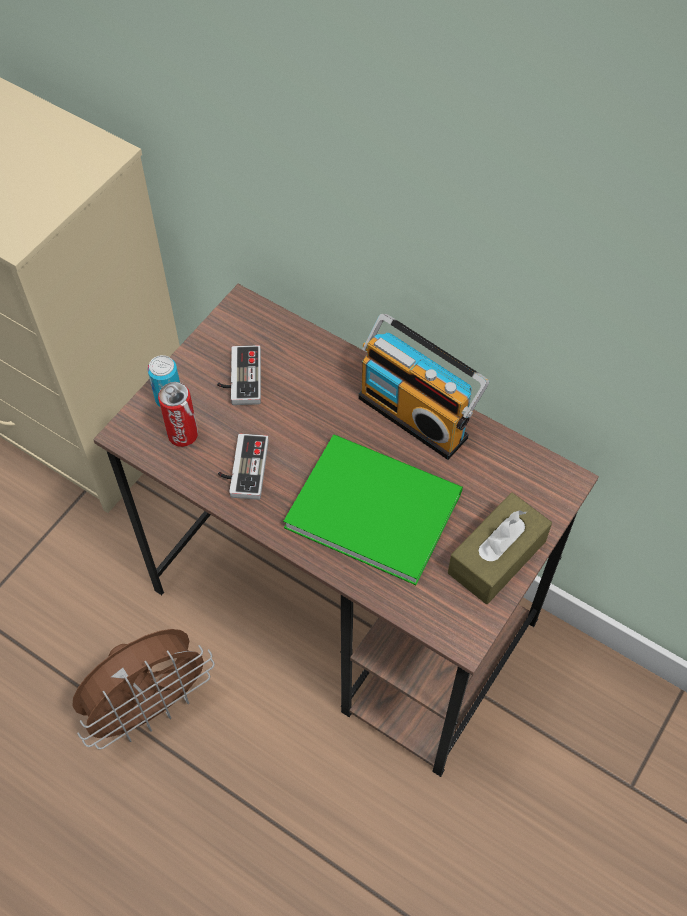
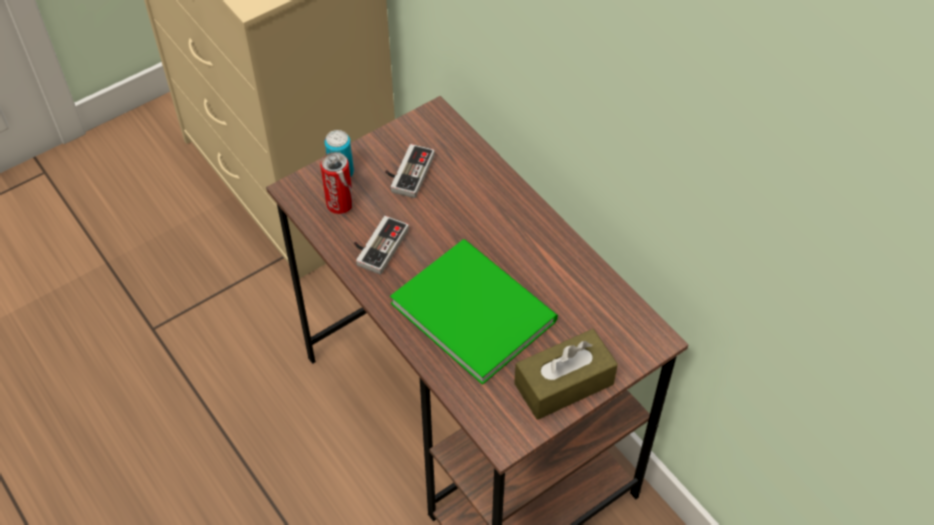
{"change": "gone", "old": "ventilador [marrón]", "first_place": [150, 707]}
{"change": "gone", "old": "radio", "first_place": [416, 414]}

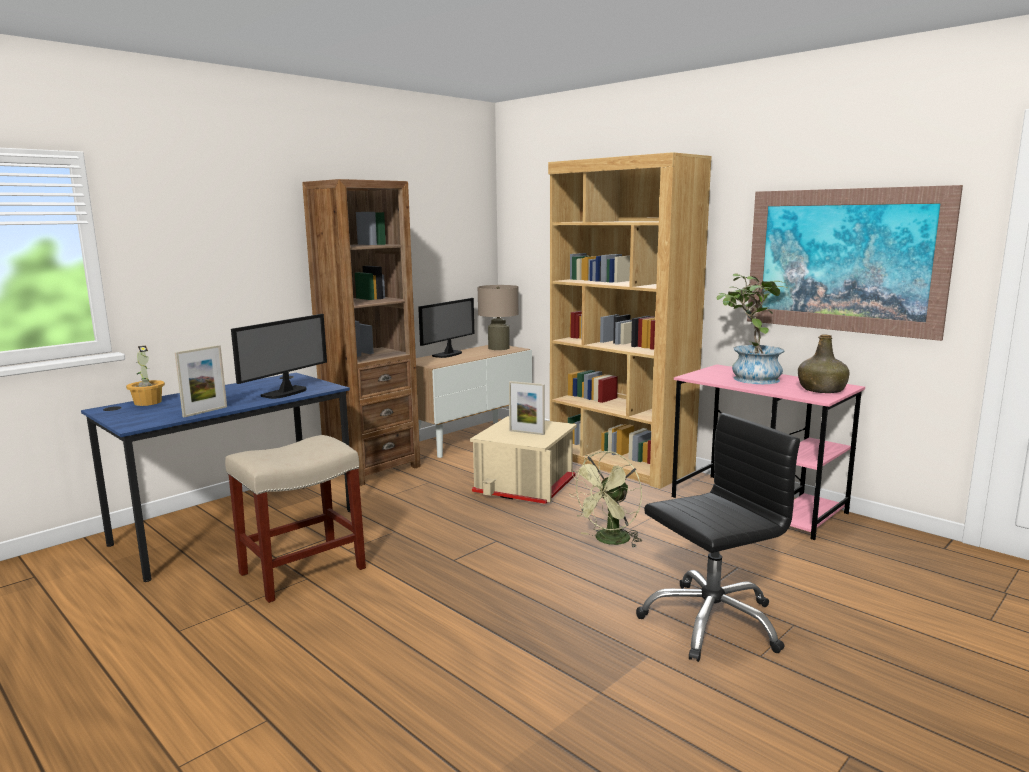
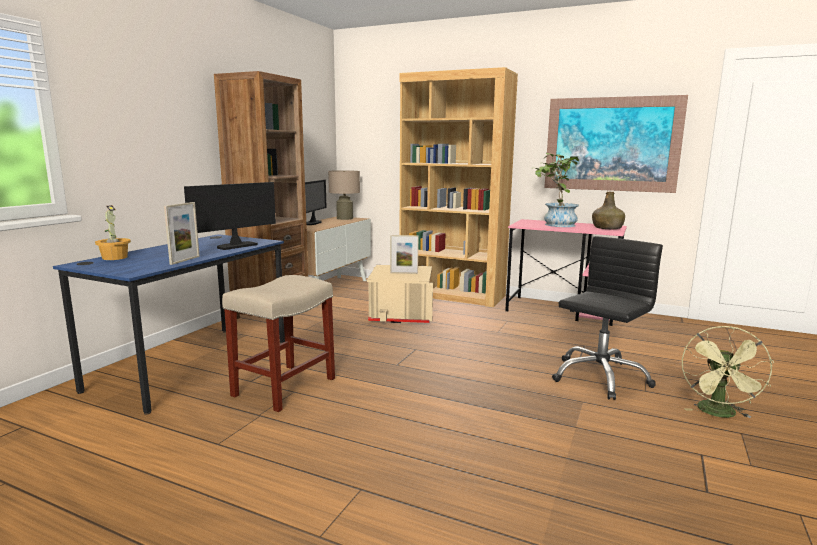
{"change": "rotated", "old": "monitor", "first_place": [286, 393], "second_place": [236, 246], "degrees": -150}
{"change": "shifted", "old": "ventilador [verde]", "first_place": [609, 541], "second_place": [719, 414]}

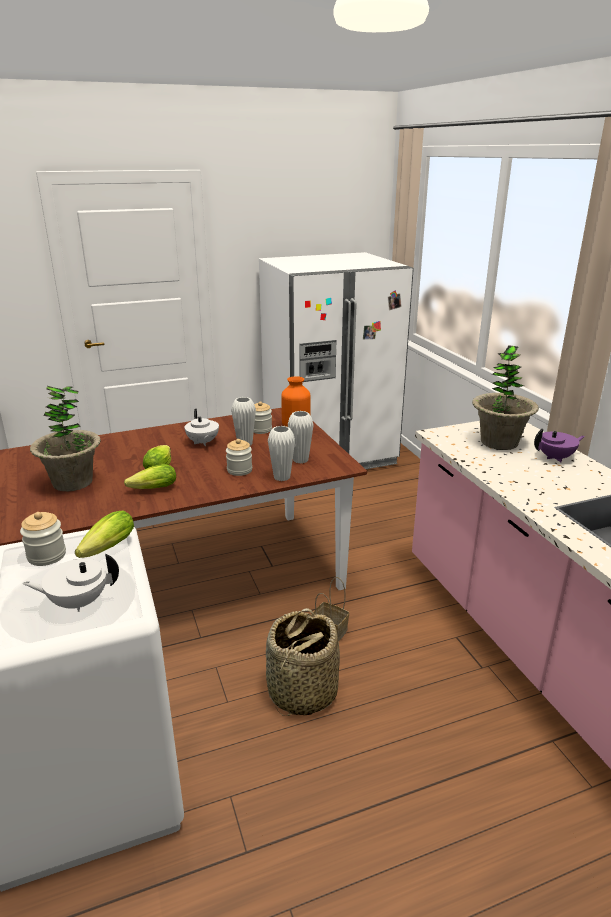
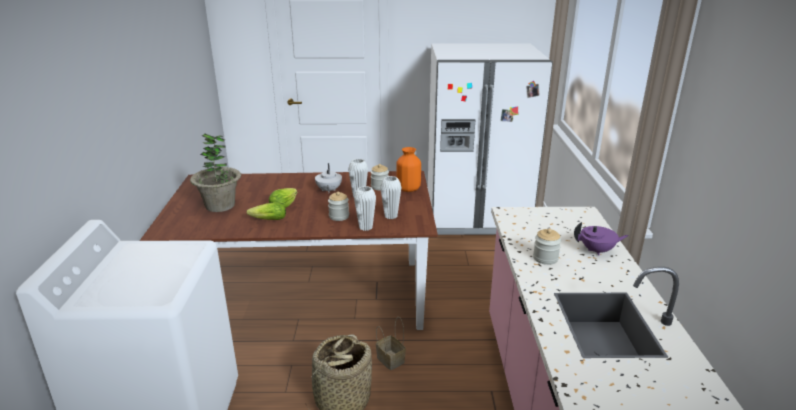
{"change": "shifted", "old": "tarro", "first_place": [47, 555], "second_place": [545, 258]}
{"change": "gone", "old": "tetera [blanco]", "first_place": [78, 602]}
{"change": "gone", "old": "lechuga", "first_place": [105, 550]}
{"change": "gone", "old": "planta en maceta", "first_place": [499, 442]}

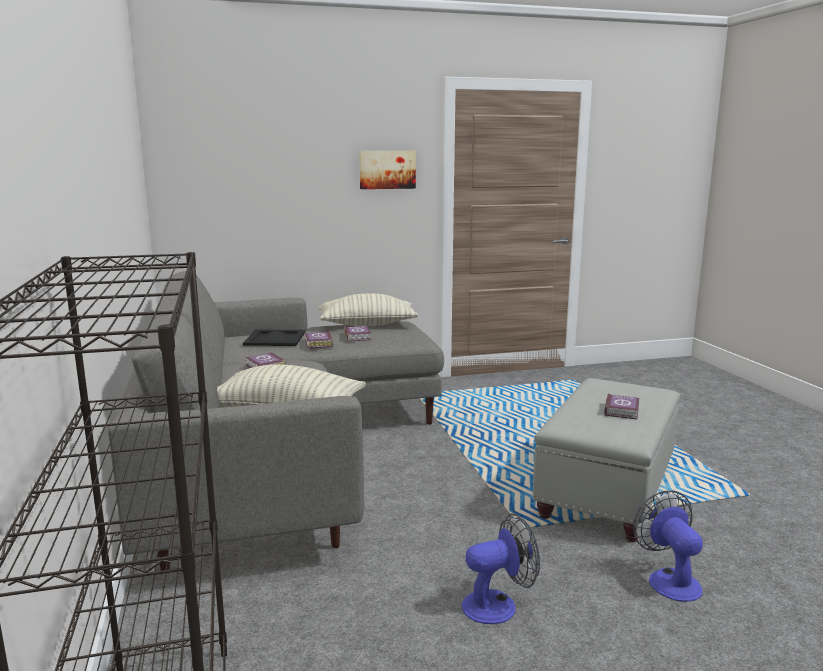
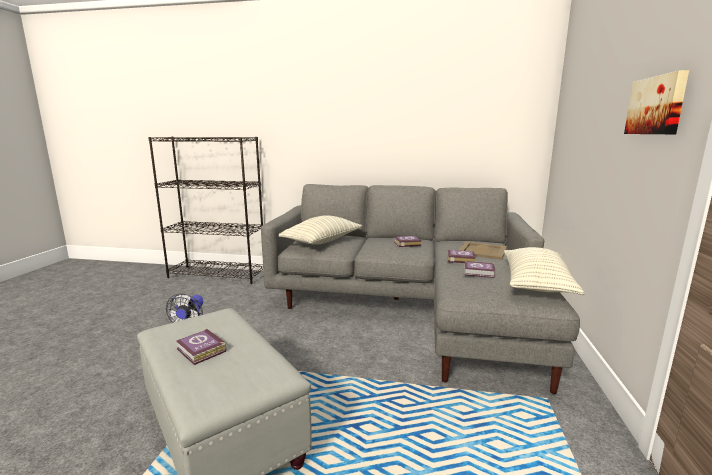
{"change": "repainted", "old": "bandeja [negro]", "new": "bandeja [beis]", "first_place": [274, 338], "second_place": [482, 250]}
{"change": "gone", "old": "ventilador", "first_place": [669, 579]}

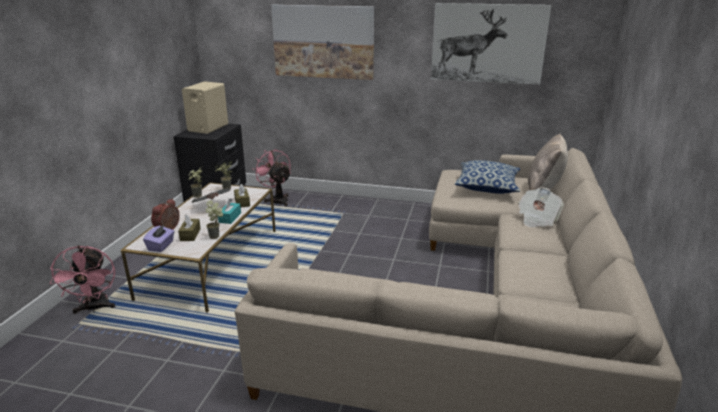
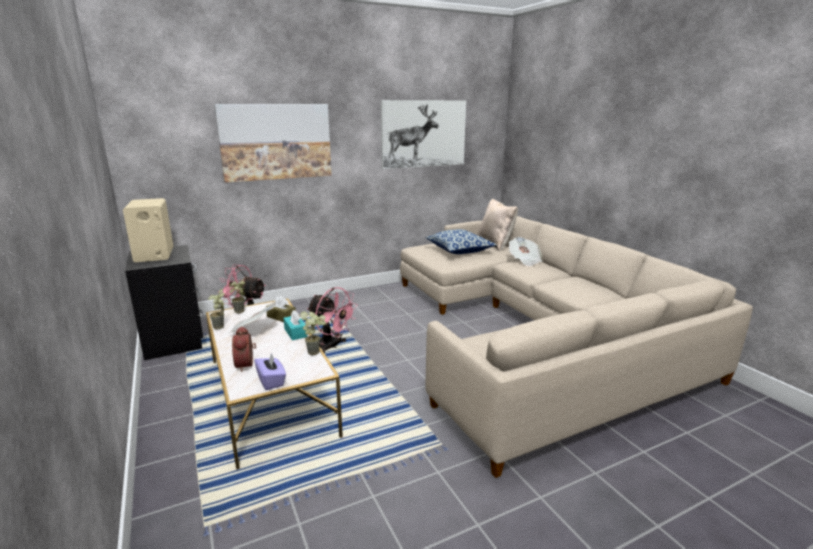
{"change": "shifted", "old": "ventilador [rosa]", "first_place": [95, 308], "second_place": [332, 346]}
{"change": "gone", "old": "caja de pañuelos [marrón]", "first_place": [190, 234]}

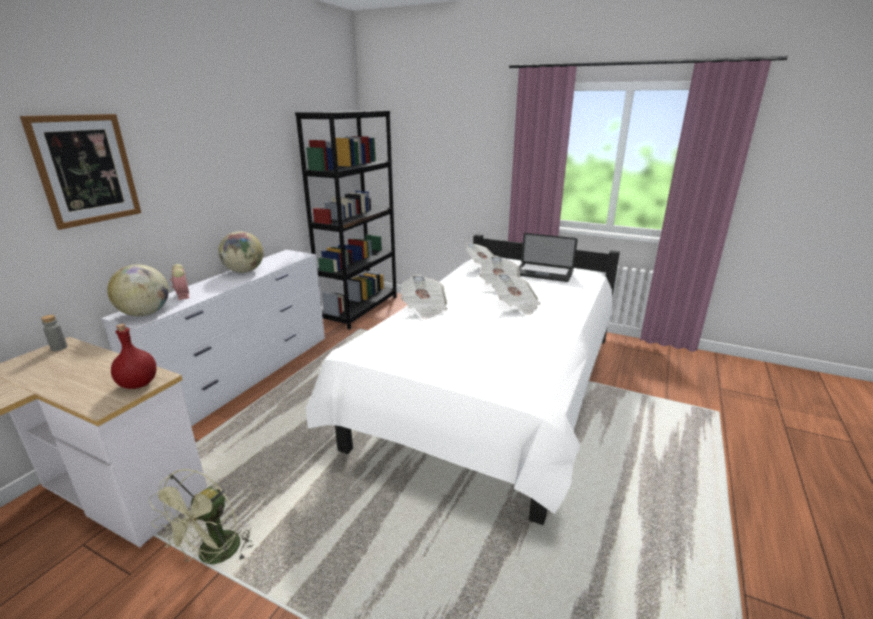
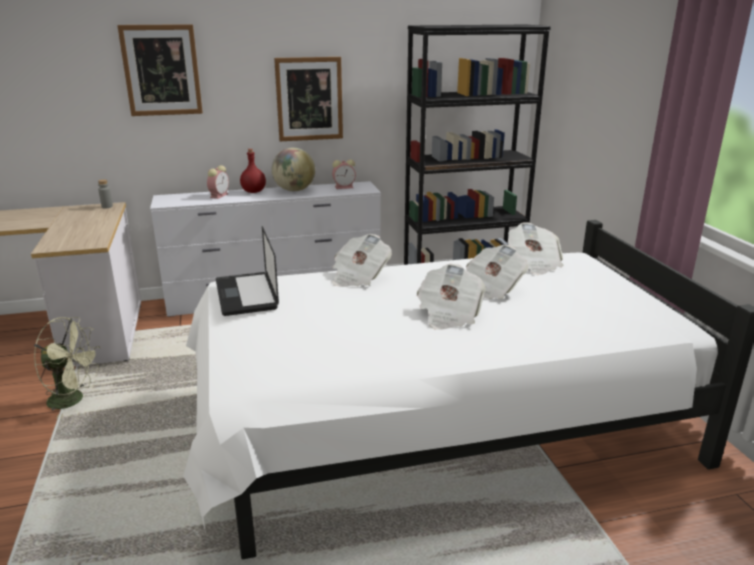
{"change": "rotated", "old": "ventilador [verde]", "first_place": [214, 556], "second_place": [73, 400], "degrees": -150}
{"change": "shifted", "old": "portátil", "first_place": [543, 273], "second_place": [246, 295]}
{"change": "shifted", "old": "botella [rojo]", "first_place": [138, 384], "second_place": [253, 191]}
{"change": "new", "new": "cuadro", "second_place": [309, 99]}
{"change": "new", "new": "despertador", "second_place": [345, 187]}
{"change": "gone", "old": "globo terráqueo", "first_place": [145, 313]}

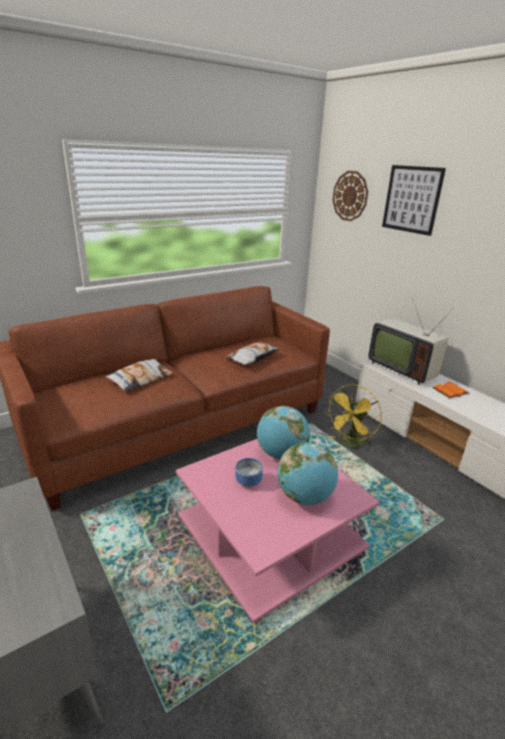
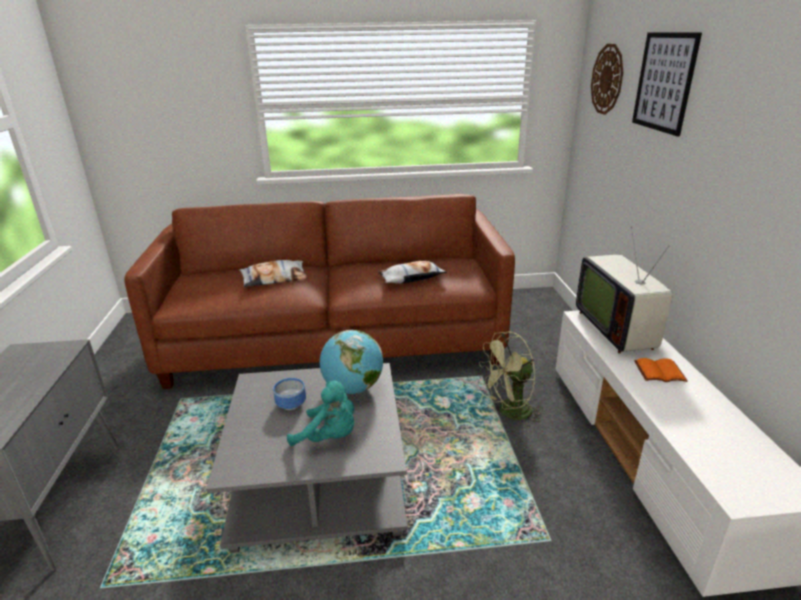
{"change": "repainted", "old": "mesa de centro [rosa]", "new": "mesa de centro [gris]", "first_place": [270, 537], "second_place": [321, 480]}
{"change": "swapped", "old": "globo terráqueo", "new": "peluche [turquesa]", "first_place": [305, 496], "second_place": [329, 437]}
{"change": "repainted", "old": "ventilador [amarillo]", "new": "ventilador [verde]", "first_place": [350, 444], "second_place": [509, 413]}

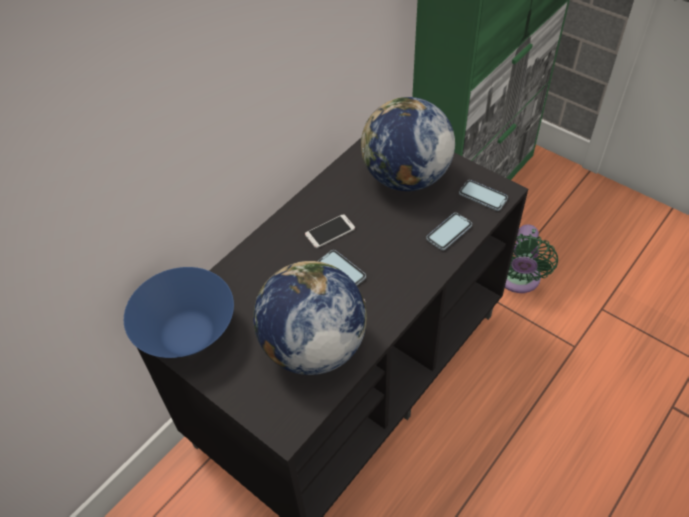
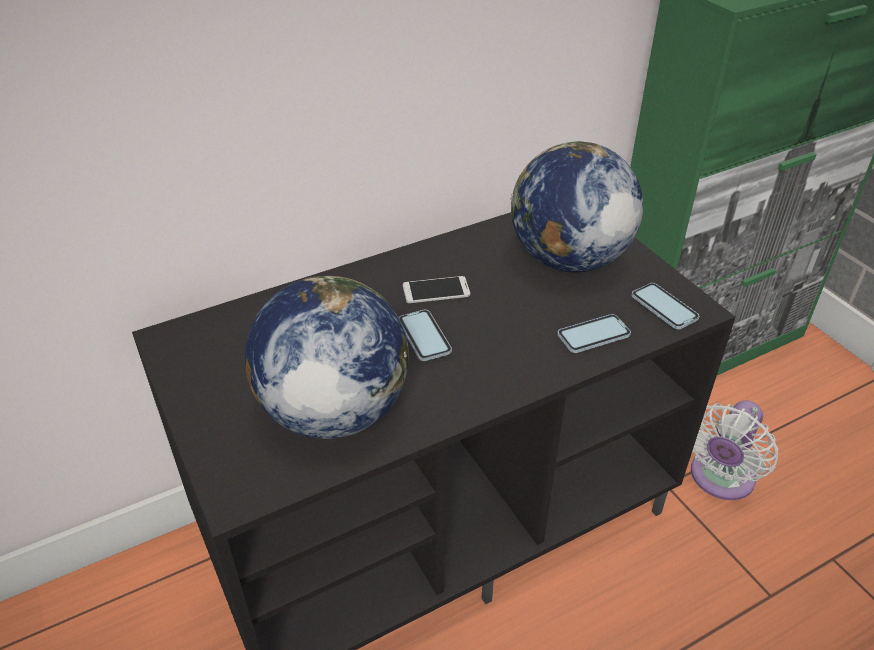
{"change": "repainted", "old": "ventilador [verde]", "new": "ventilador [blanco]", "first_place": [517, 279], "second_place": [719, 479]}
{"change": "gone", "old": "cuenco [azul]", "first_place": [188, 334]}

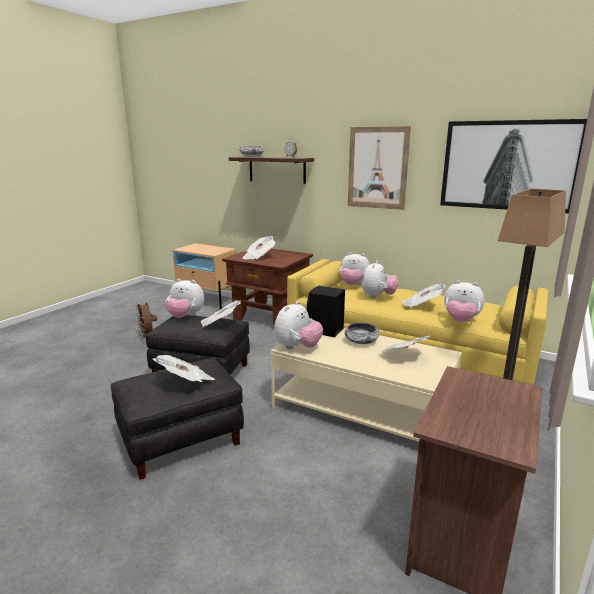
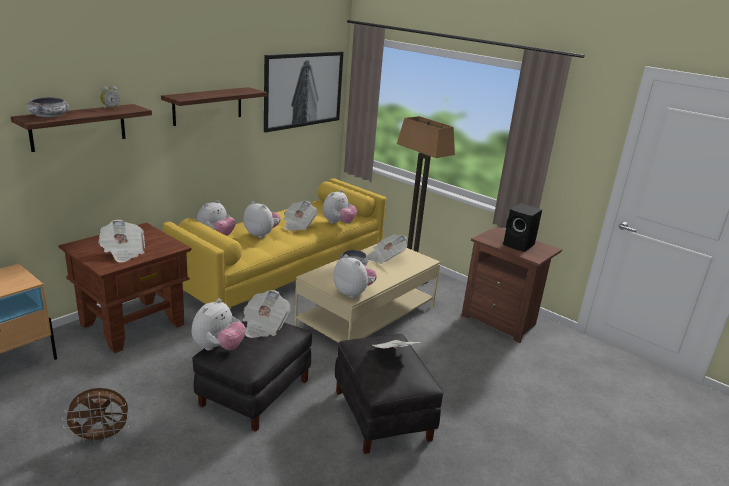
{"change": "swapped", "old": "cuadro", "new": "estante", "first_place": [377, 168], "second_place": [208, 106]}
{"change": "shifted", "old": "altavoz [negro]", "first_place": [325, 331], "second_place": [519, 245]}

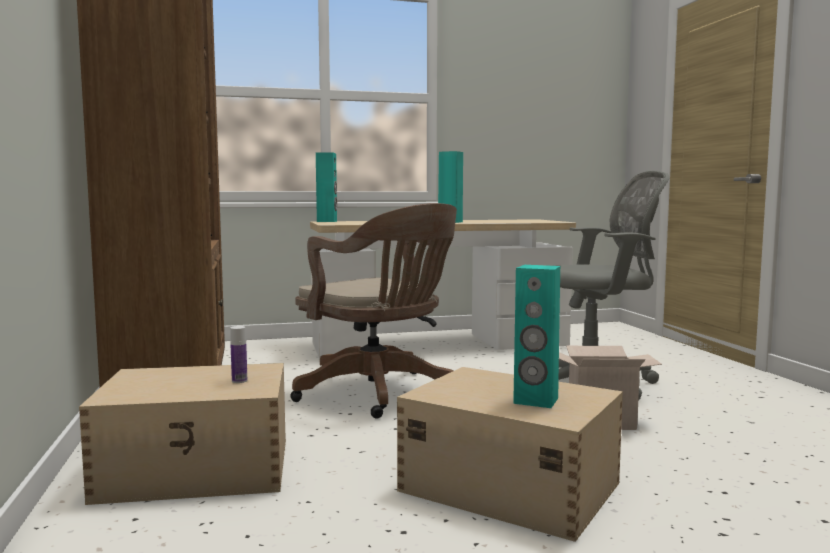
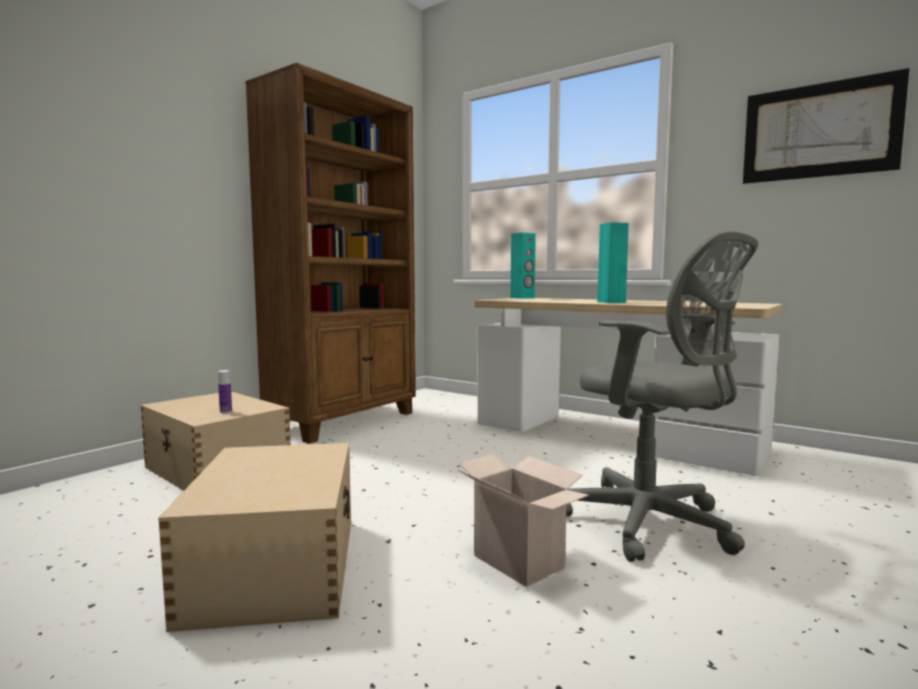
{"change": "new", "new": "cuadro", "second_place": [819, 130]}
{"change": "gone", "old": "silla de oficina [marrón]", "first_place": [380, 394]}
{"change": "gone", "old": "altavoz [turquesa]", "first_place": [535, 401]}

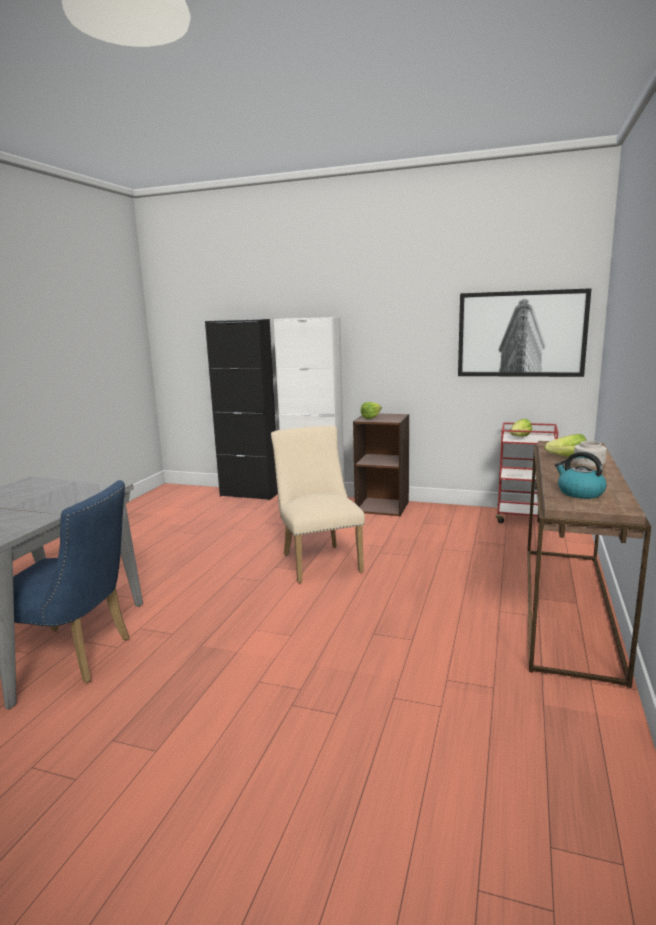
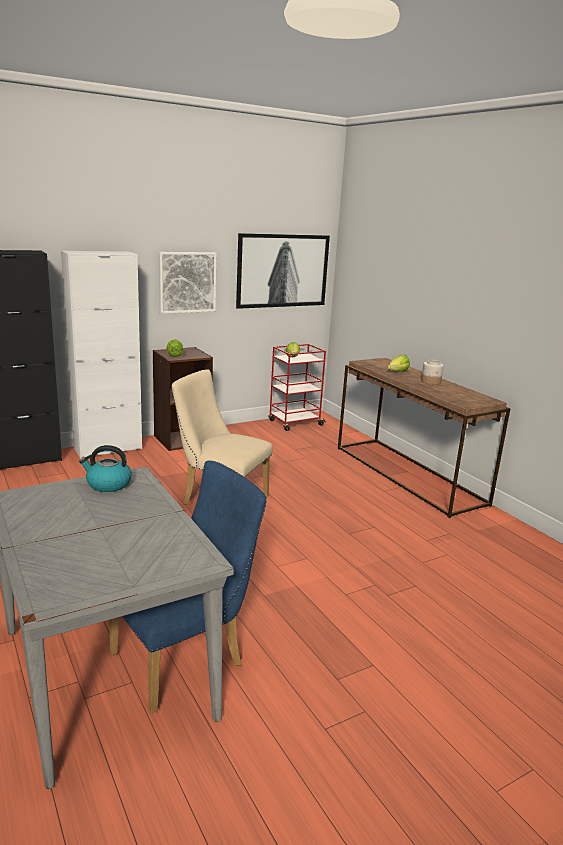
{"change": "shifted", "old": "hervidor", "first_place": [579, 493], "second_place": [108, 484]}
{"change": "new", "new": "cuadro", "second_place": [187, 282]}

